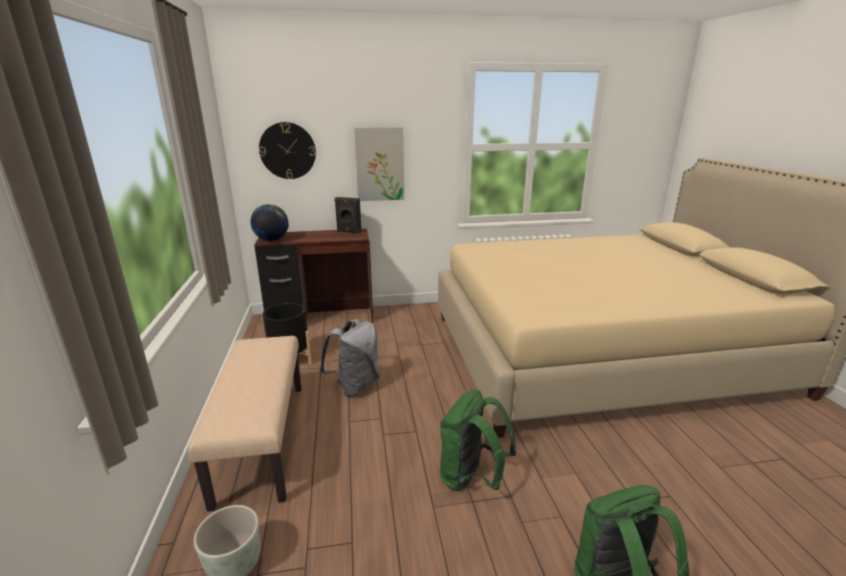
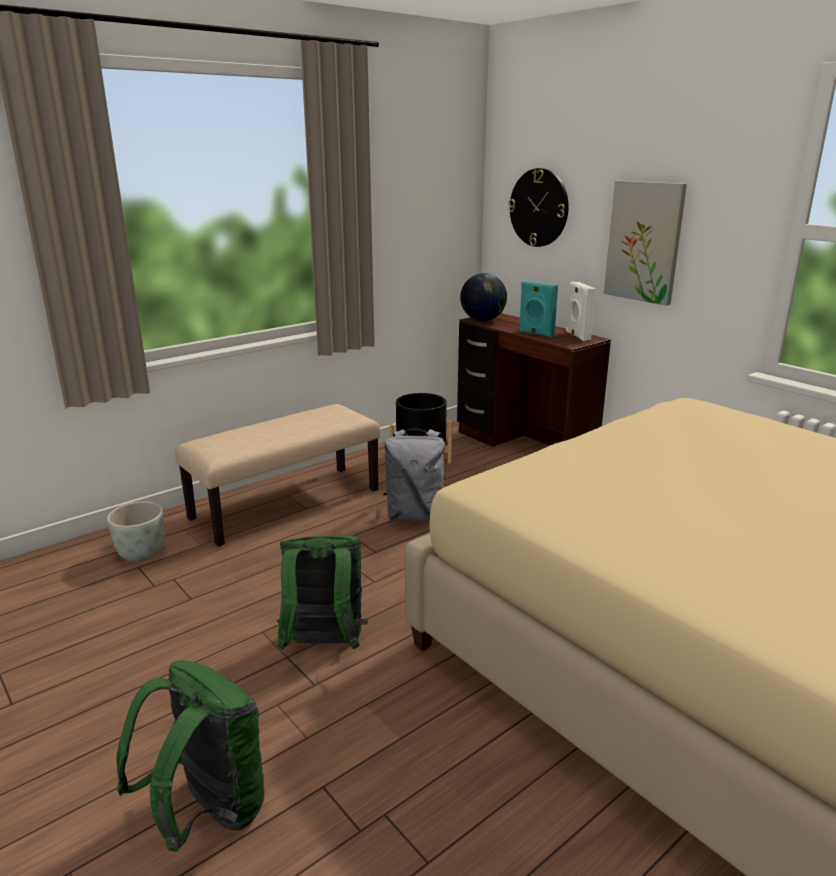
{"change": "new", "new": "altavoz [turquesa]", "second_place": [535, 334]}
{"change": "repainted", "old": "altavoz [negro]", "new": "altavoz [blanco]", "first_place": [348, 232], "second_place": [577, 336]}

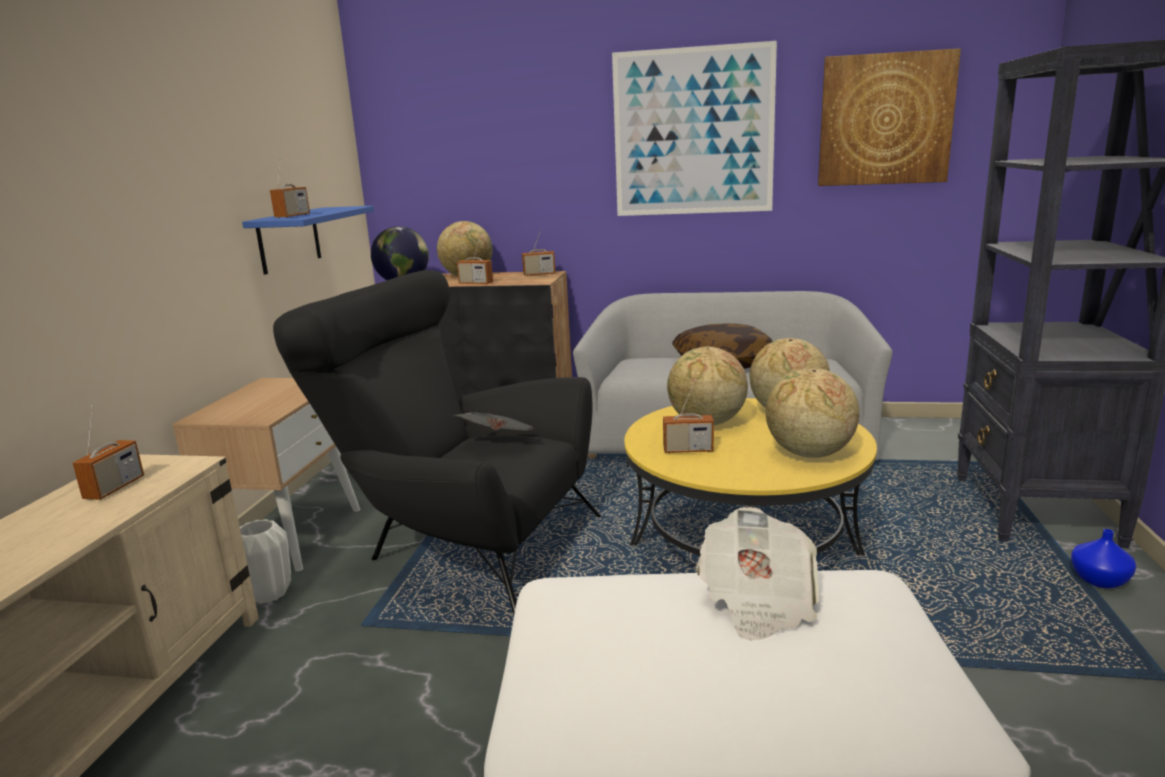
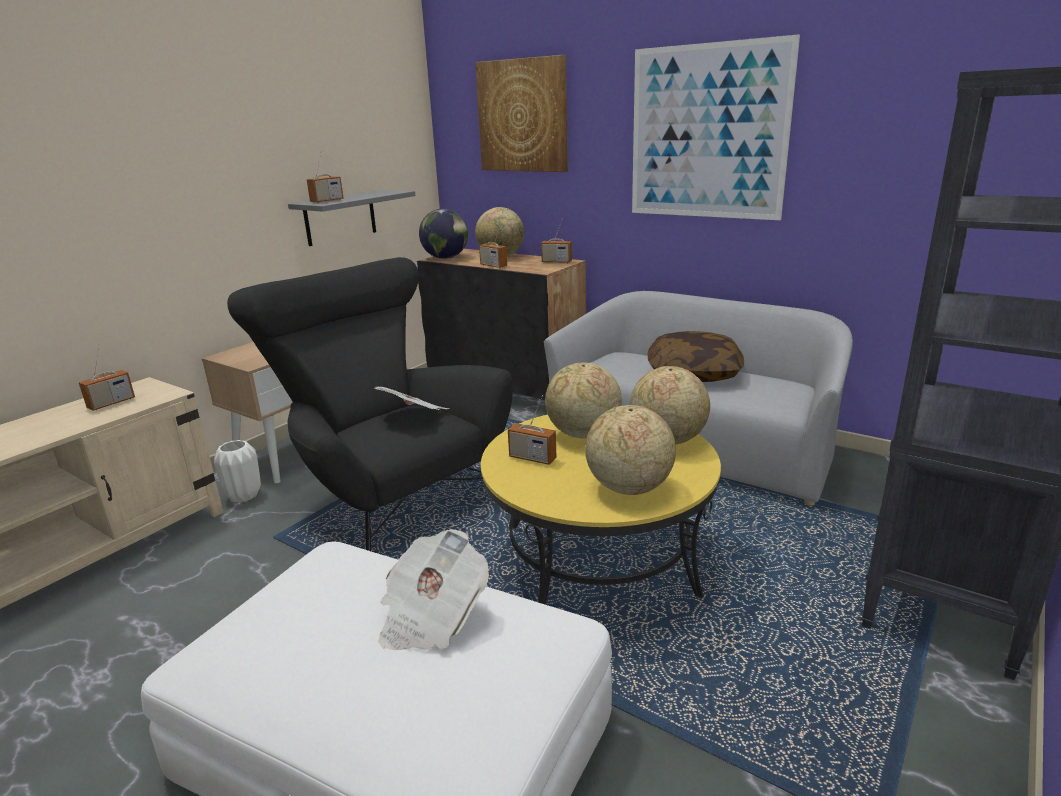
{"change": "repainted", "old": "estante [azul]", "new": "estante [gris]", "first_place": [289, 240], "second_place": [340, 217]}
{"change": "shifted", "old": "cuadro", "first_place": [885, 120], "second_place": [523, 116]}
{"change": "gone", "old": "florero [azul]", "first_place": [1100, 581]}

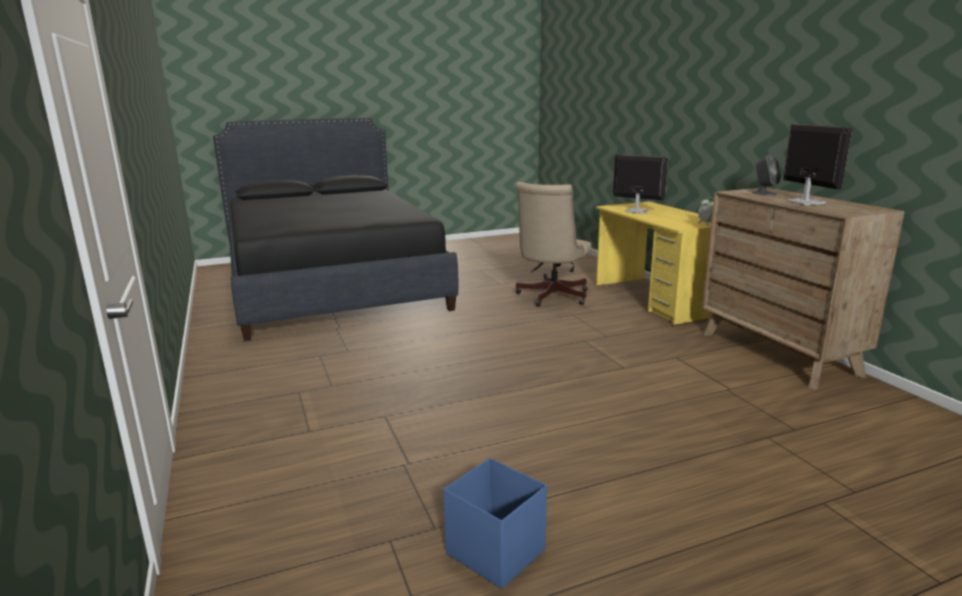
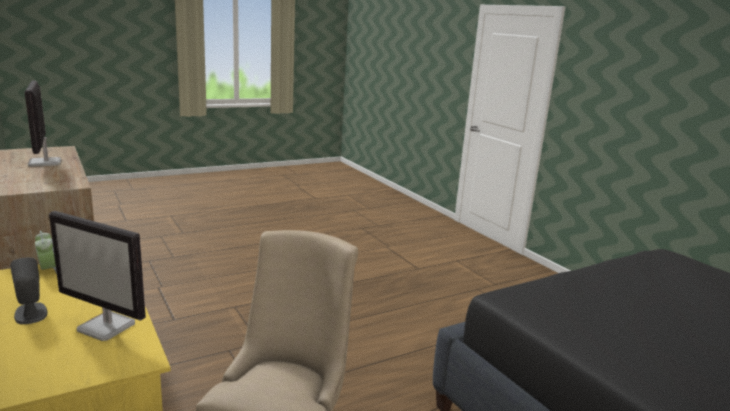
{"change": "shifted", "old": "altavoz [gris]", "first_place": [764, 193], "second_place": [31, 314]}
{"change": "gone", "old": "caja de almacenaje [azul]", "first_place": [495, 551]}

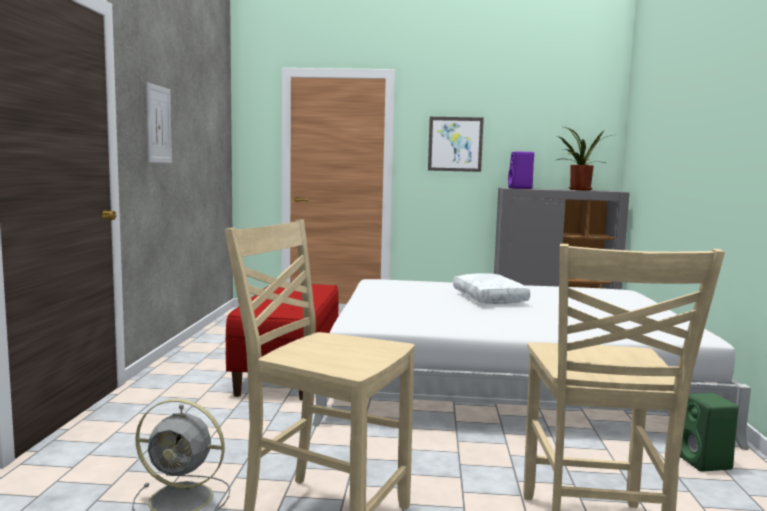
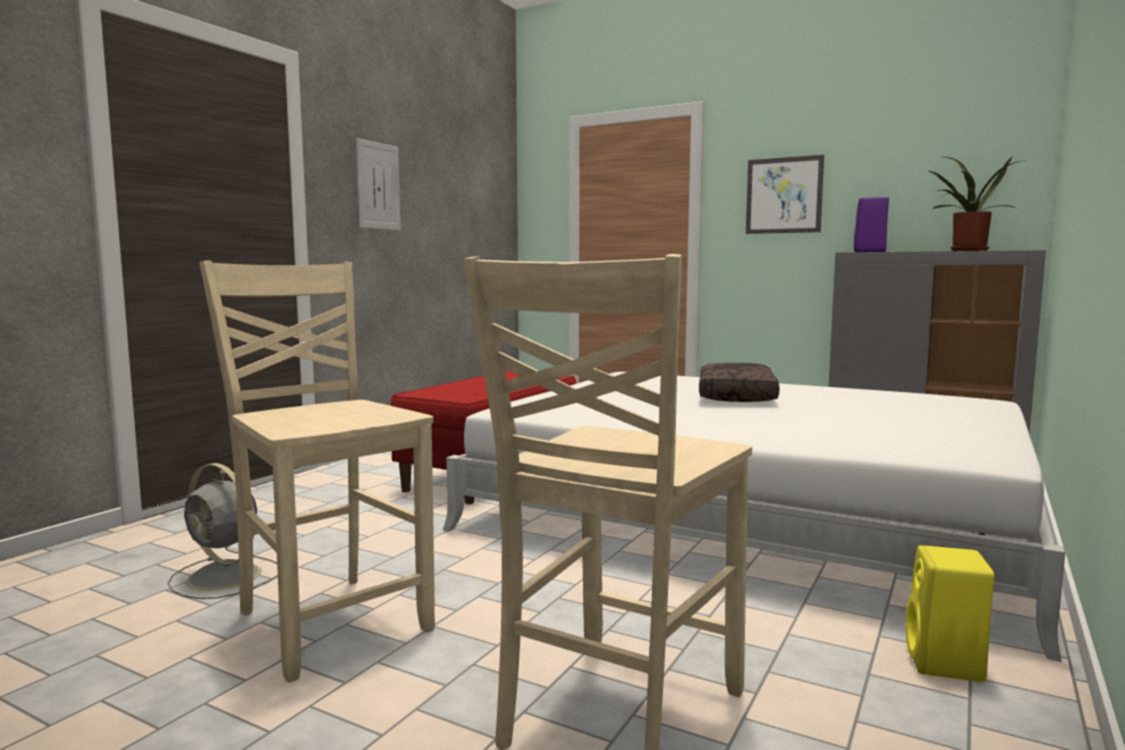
{"change": "repainted", "old": "cojín [blanco]", "new": "cojín [marrón]", "first_place": [490, 298], "second_place": [738, 396]}
{"change": "repainted", "old": "altavoz [verde]", "new": "altavoz [amarillo]", "first_place": [705, 463], "second_place": [946, 664]}

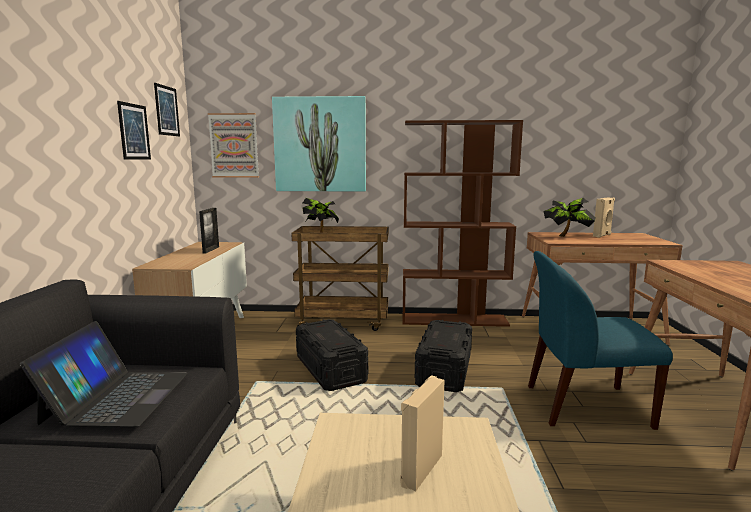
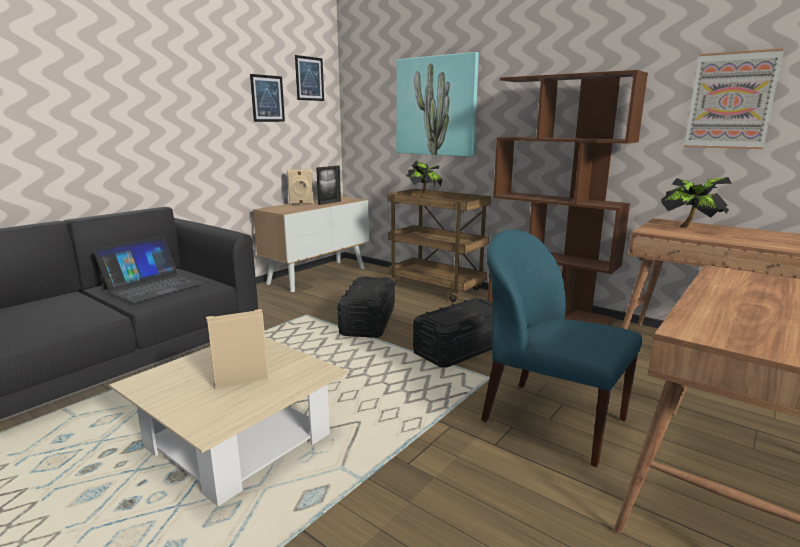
{"change": "shifted", "old": "altavoz [beis]", "first_place": [602, 235], "second_place": [301, 204]}
{"change": "shifted", "old": "cuadro", "first_place": [234, 145], "second_place": [731, 101]}

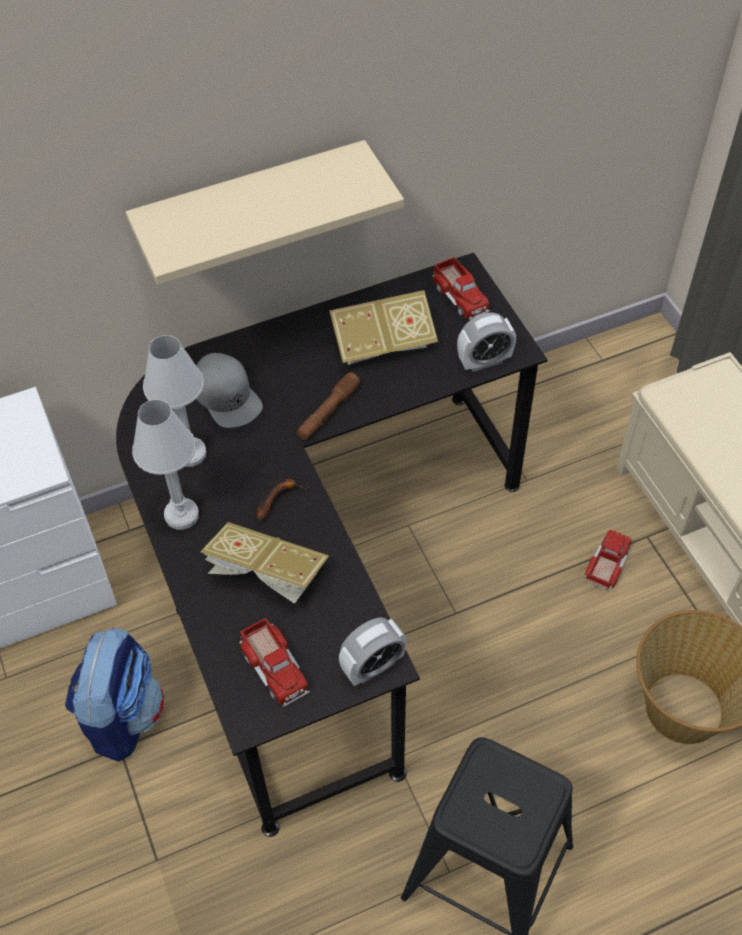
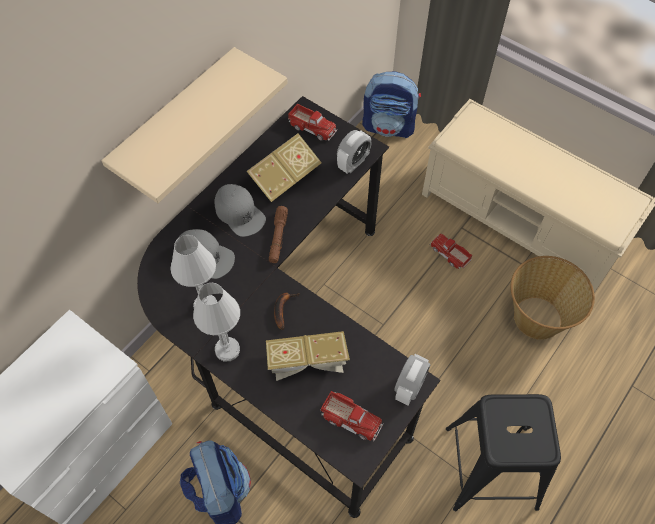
{"change": "new", "new": "gorra [gris]", "second_place": [240, 213]}
{"change": "new", "new": "mochila", "second_place": [389, 127]}
{"change": "rotated", "old": "camión de juguete", "first_place": [607, 563], "second_place": [449, 253], "degrees": -45}

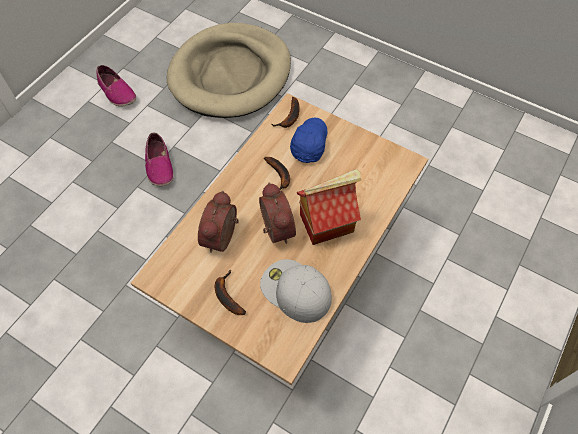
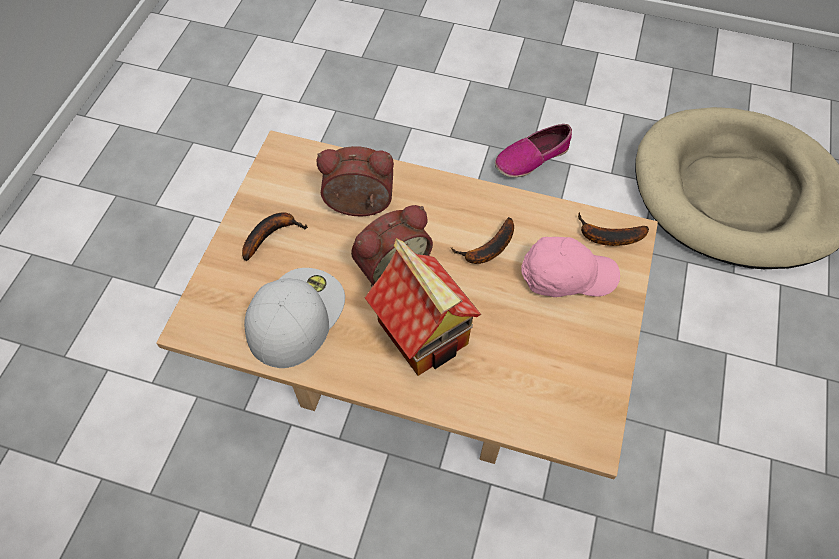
{"change": "repainted", "old": "gorra [azul]", "new": "gorra [rosa]", "first_place": [309, 144], "second_place": [566, 275]}
{"change": "gone", "old": "zapato", "first_place": [116, 92]}

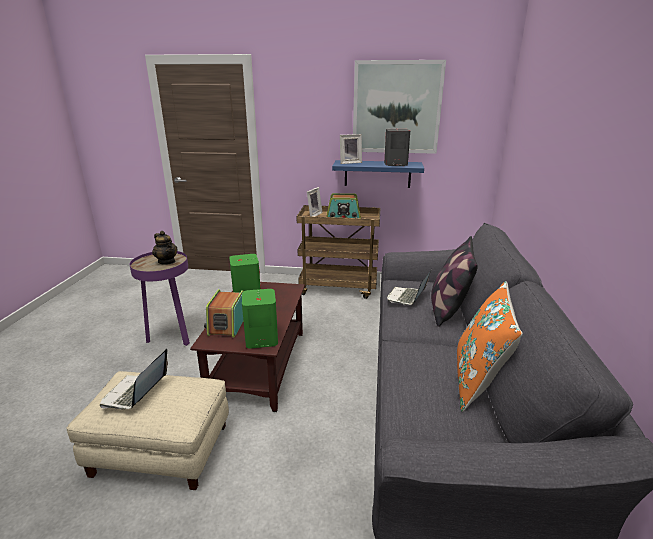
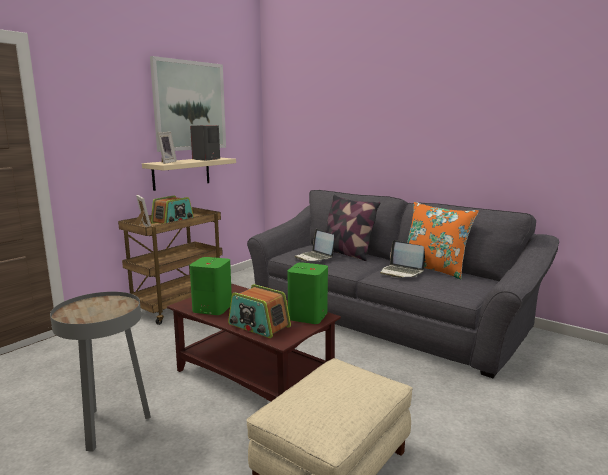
{"change": "repainted", "old": "mesa auxiliar [morado]", "new": "mesa auxiliar [gris]", "first_place": [172, 337], "second_place": [110, 426]}
{"change": "repainted", "old": "estante [azul]", "new": "estante [beis]", "first_place": [377, 174], "second_place": [181, 173]}
{"change": "shifted", "old": "portátil", "first_place": [136, 392], "second_place": [401, 272]}
{"change": "gone", "old": "tetera", "first_place": [167, 261]}

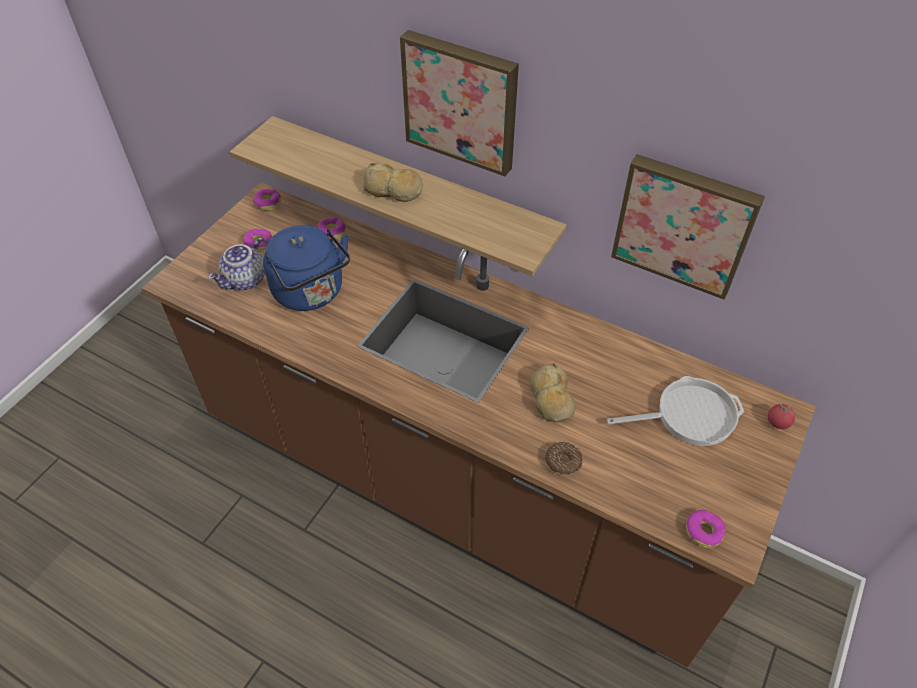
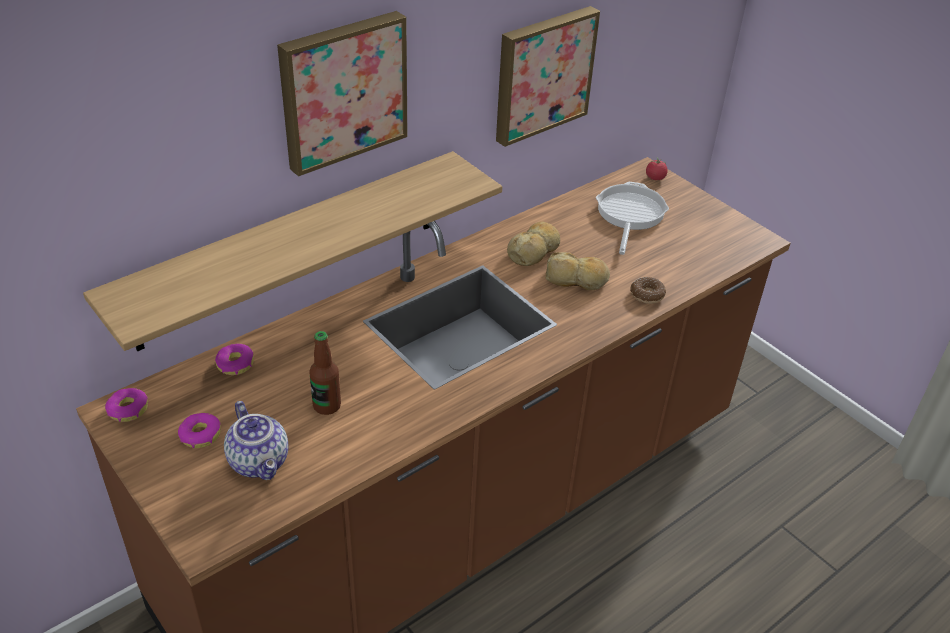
{"change": "swapped", "old": "hervidor [azul]", "new": "botella", "first_place": [311, 293], "second_place": [327, 406]}
{"change": "shifted", "old": "pan", "first_place": [393, 190], "second_place": [534, 251]}
{"change": "gone", "old": "rosquilla", "first_place": [703, 531]}

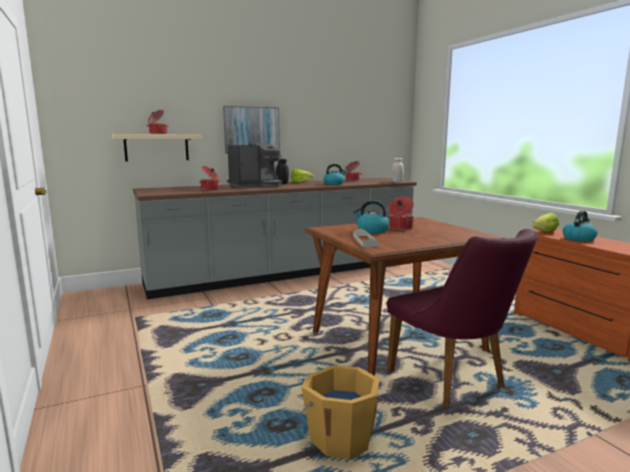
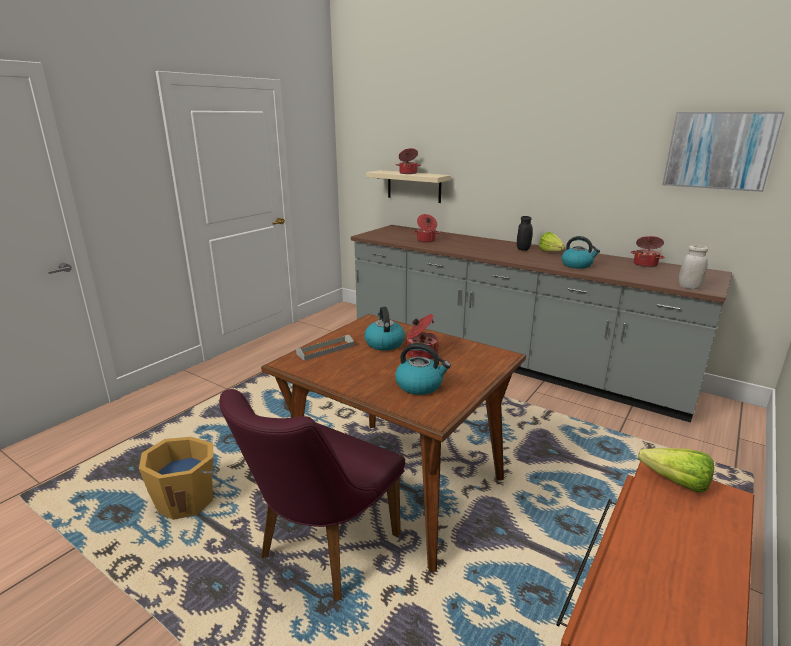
{"change": "shifted", "old": "hervidor", "first_place": [578, 238], "second_place": [420, 385]}
{"change": "shifted", "old": "cuadro", "first_place": [251, 130], "second_place": [719, 150]}
{"change": "gone", "old": "cafetera", "first_place": [256, 185]}

